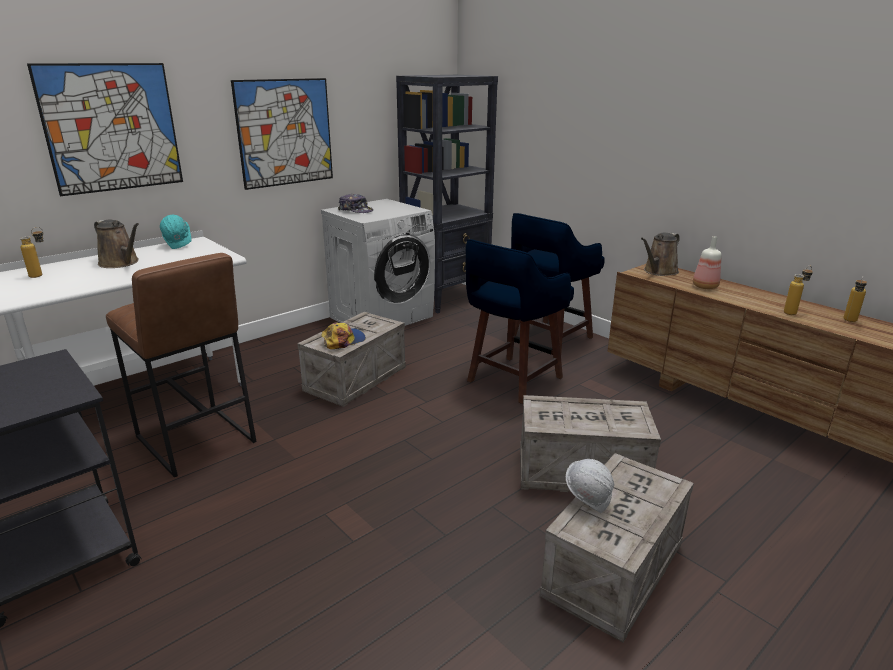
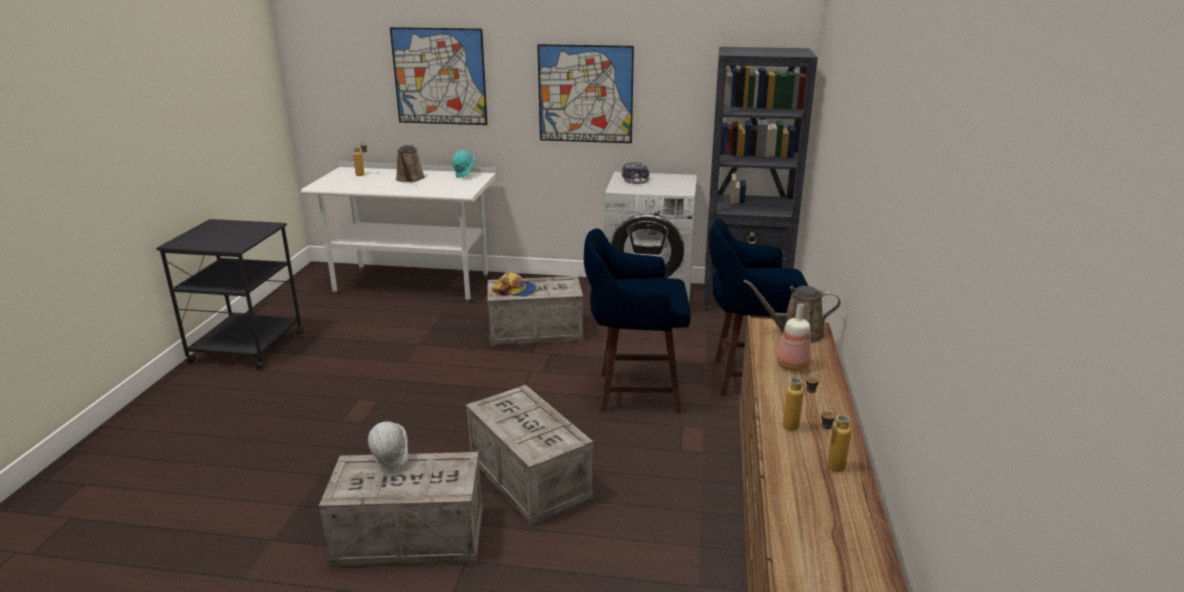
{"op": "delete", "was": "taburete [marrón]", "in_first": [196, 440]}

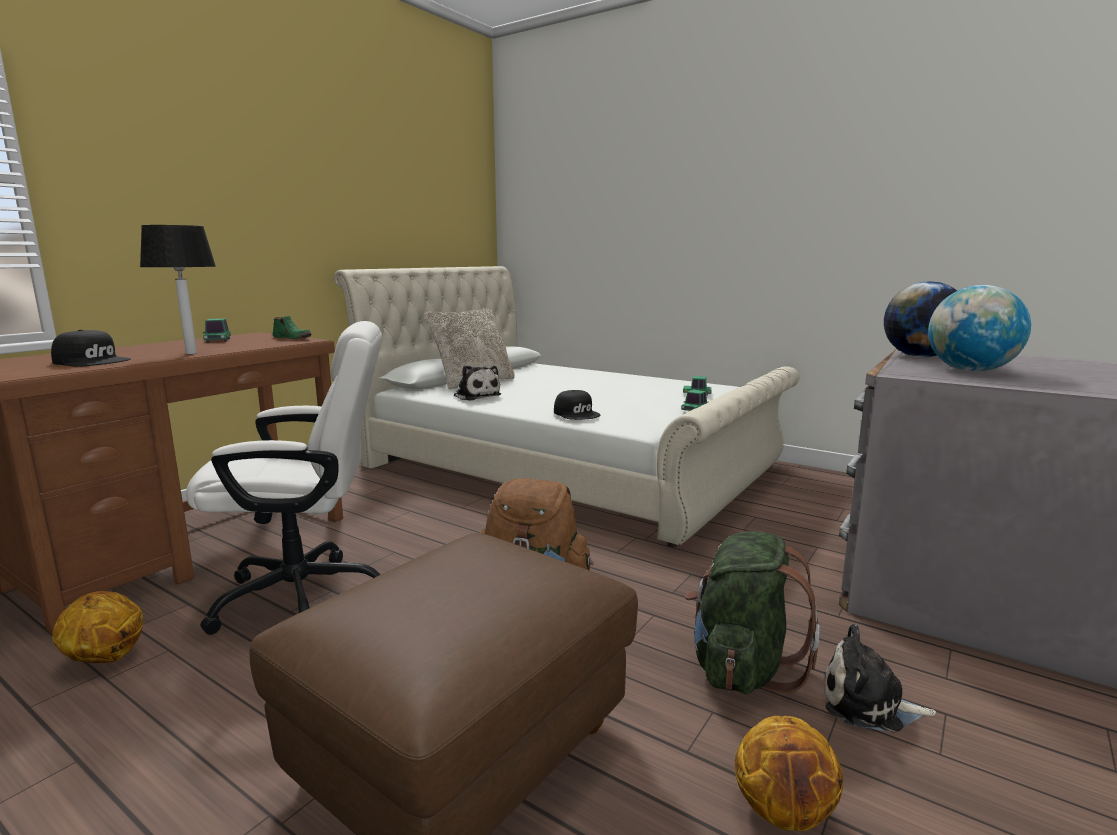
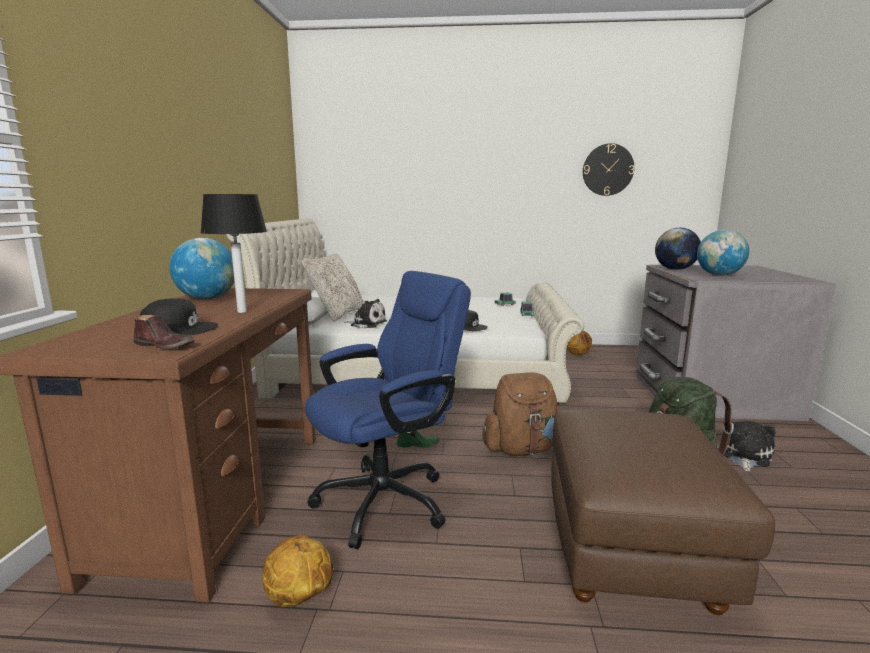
{"op": "insert", "now": "zapato [marrón]", "in_second": [165, 346]}
{"op": "replace", "was": "coche de juguete", "now": "globo terráqueo", "in_first": [218, 340], "in_second": [207, 298]}
{"op": "recolor", "was": "silla de oficina [blanco]", "now": "silla de oficina [azul]", "in_first": [309, 598], "in_second": [388, 500]}
{"op": "move", "was": "zapato [verde]", "in_first": [293, 338], "in_second": [418, 445]}
{"op": "move", "was": "balón de baloncesto", "in_first": [784, 812], "in_second": [578, 354]}
{"op": "insert", "now": "reloj de pared", "in_second": [608, 170]}
{"op": "rotate", "was": "peluche", "in_first": [868, 704], "in_second": [744, 456], "clockwise": 135}

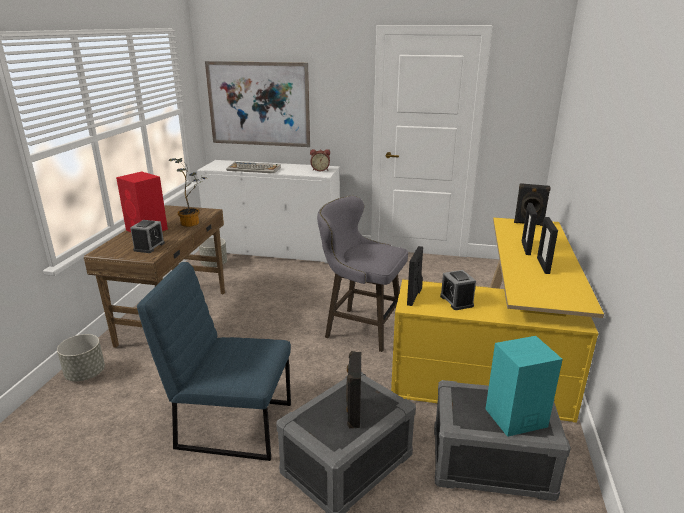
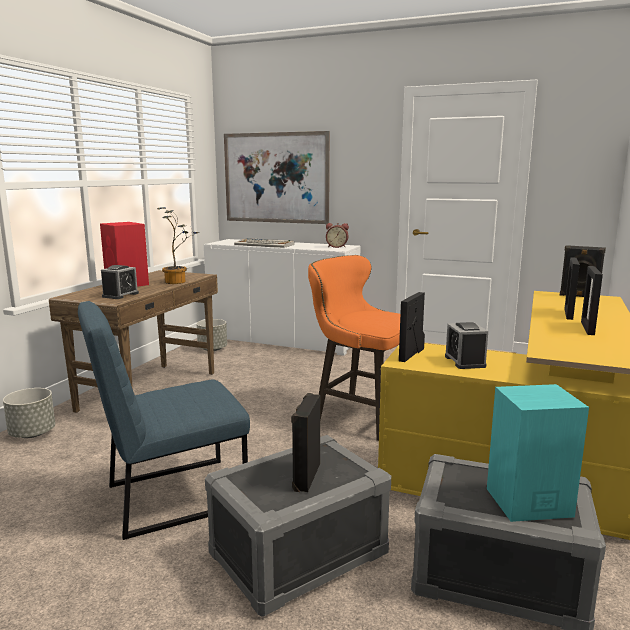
{"op": "rotate", "was": "silla [azul]", "in_first": [232, 424], "in_second": [172, 496], "clockwise": -45}
{"op": "recolor", "was": "taburete [gris]", "now": "taburete [naranja]", "in_first": [360, 328], "in_second": [360, 416]}

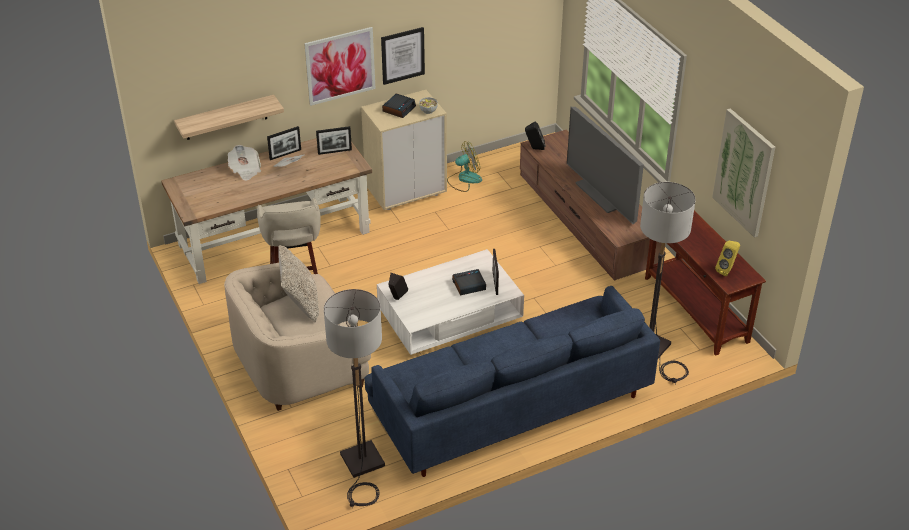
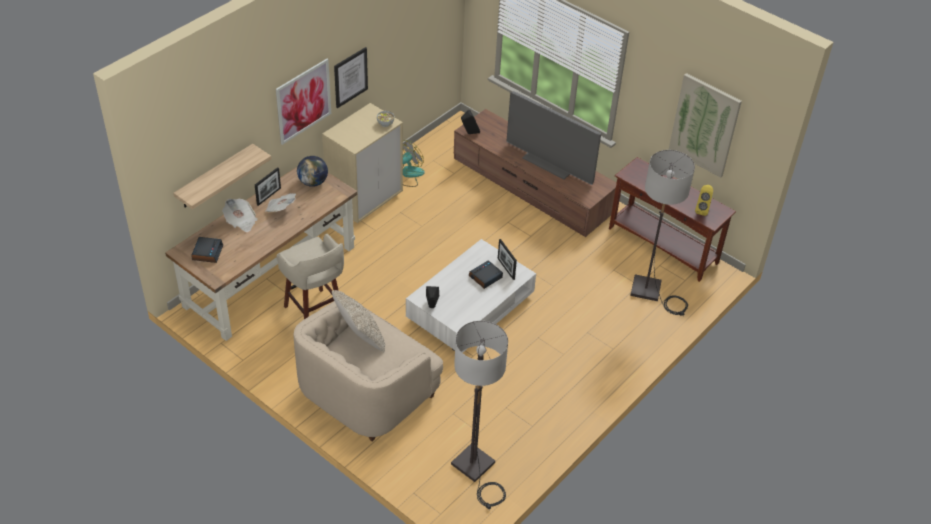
{"op": "move", "was": "despertador", "in_first": [399, 109], "in_second": [207, 252]}
{"op": "replace", "was": "portarretratos", "now": "globo terráqueo", "in_first": [334, 151], "in_second": [313, 182]}
{"op": "delete", "was": "sofá [azul]", "in_first": [511, 406]}

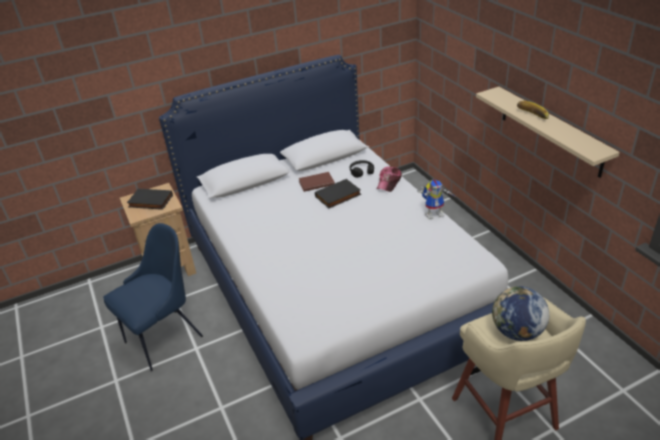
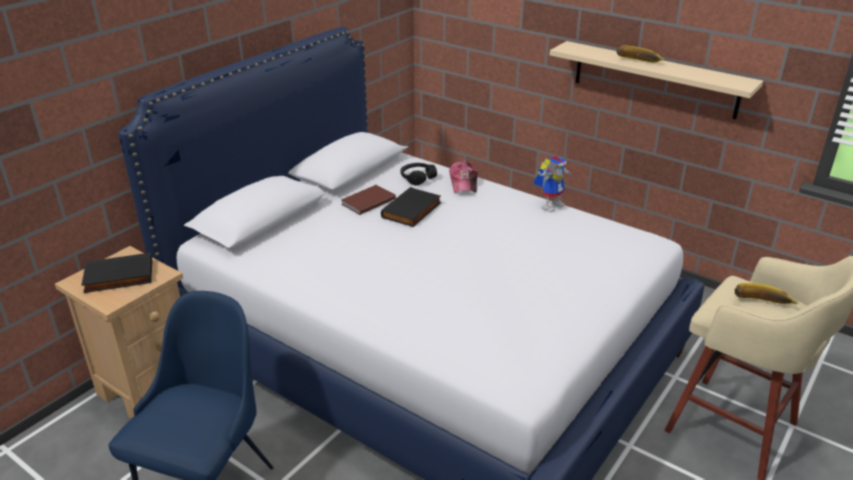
{"op": "replace", "was": "globo terráqueo", "now": "plátano", "in_first": [516, 332], "in_second": [762, 304]}

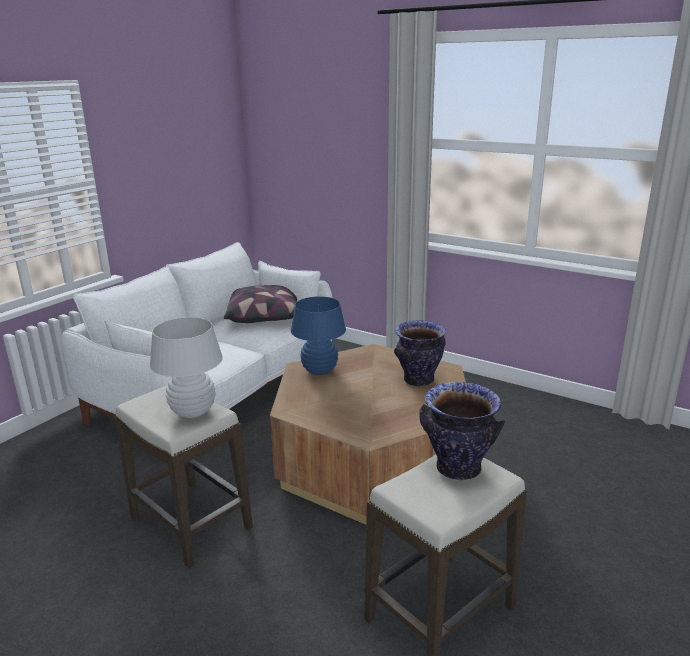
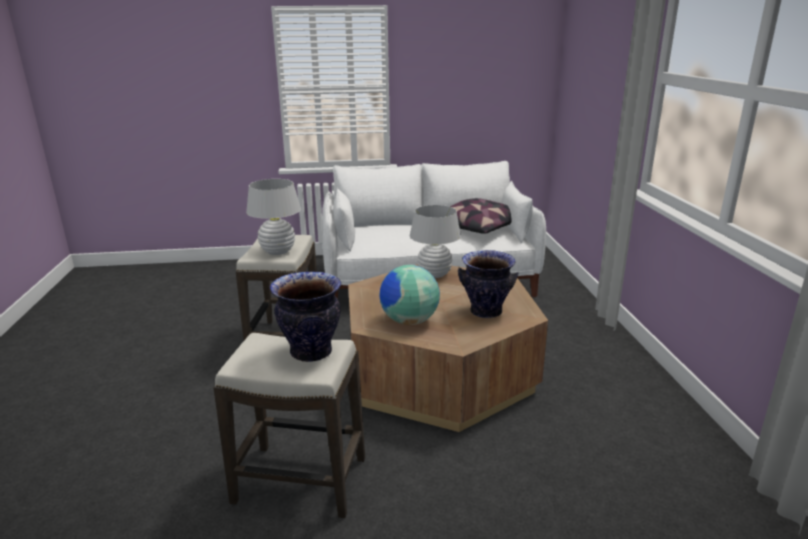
{"op": "insert", "now": "globo terráqueo", "in_second": [409, 321]}
{"op": "recolor", "was": "lámpara de mesa [azul]", "now": "lámpara de mesa [blanco]", "in_first": [319, 370], "in_second": [434, 274]}

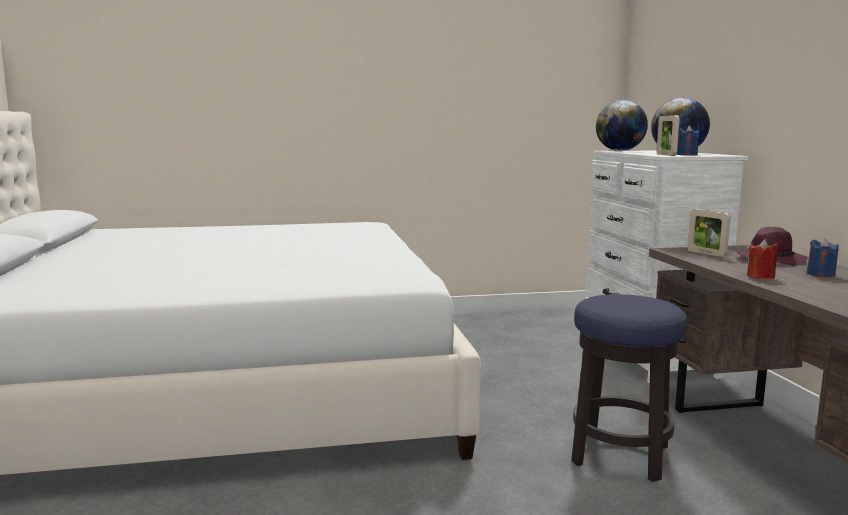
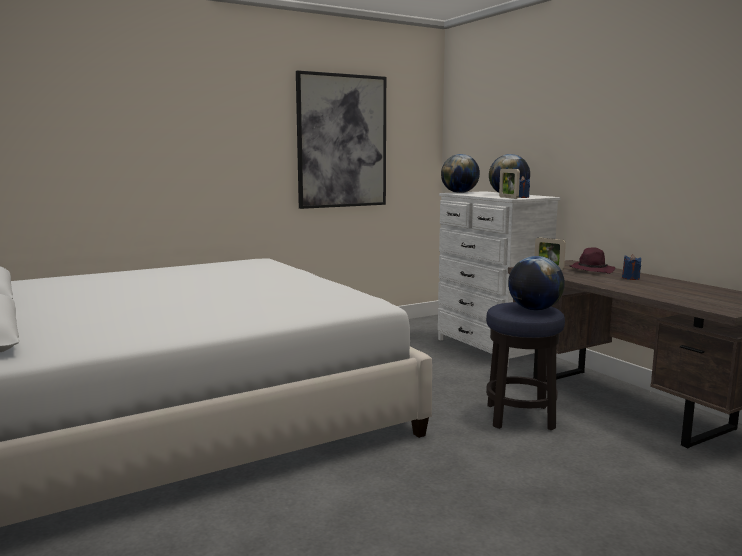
{"op": "insert", "now": "cuadro", "in_second": [342, 141]}
{"op": "insert", "now": "globo terráqueo", "in_second": [534, 309]}
{"op": "delete", "was": "vela [rojo]", "in_first": [760, 276]}

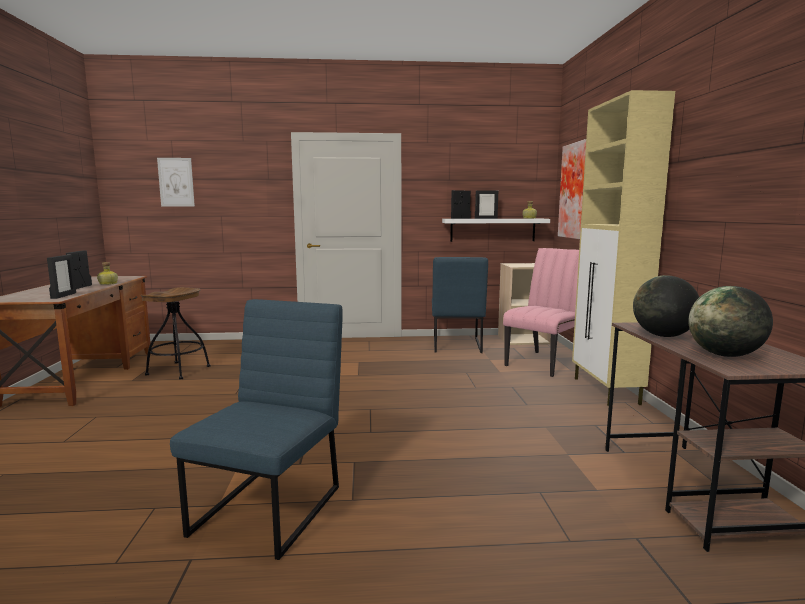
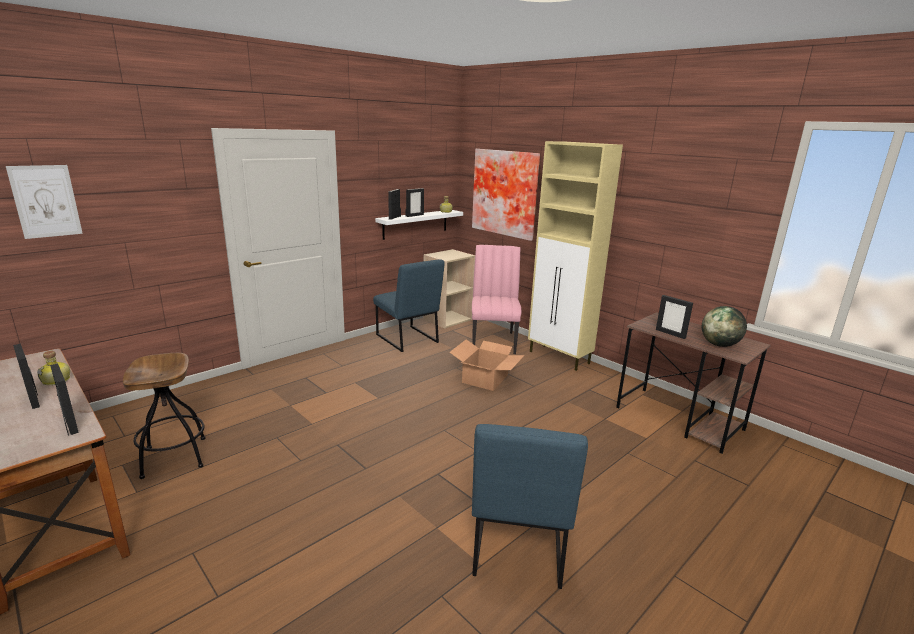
{"op": "insert", "now": "caja de cartón", "in_second": [485, 379]}
{"op": "rotate", "was": "silla [azul]", "in_first": [271, 507], "in_second": [517, 545], "clockwise": -150}
{"op": "replace", "was": "globo terráqueo", "now": "portarretratos", "in_first": [663, 336], "in_second": [670, 333]}

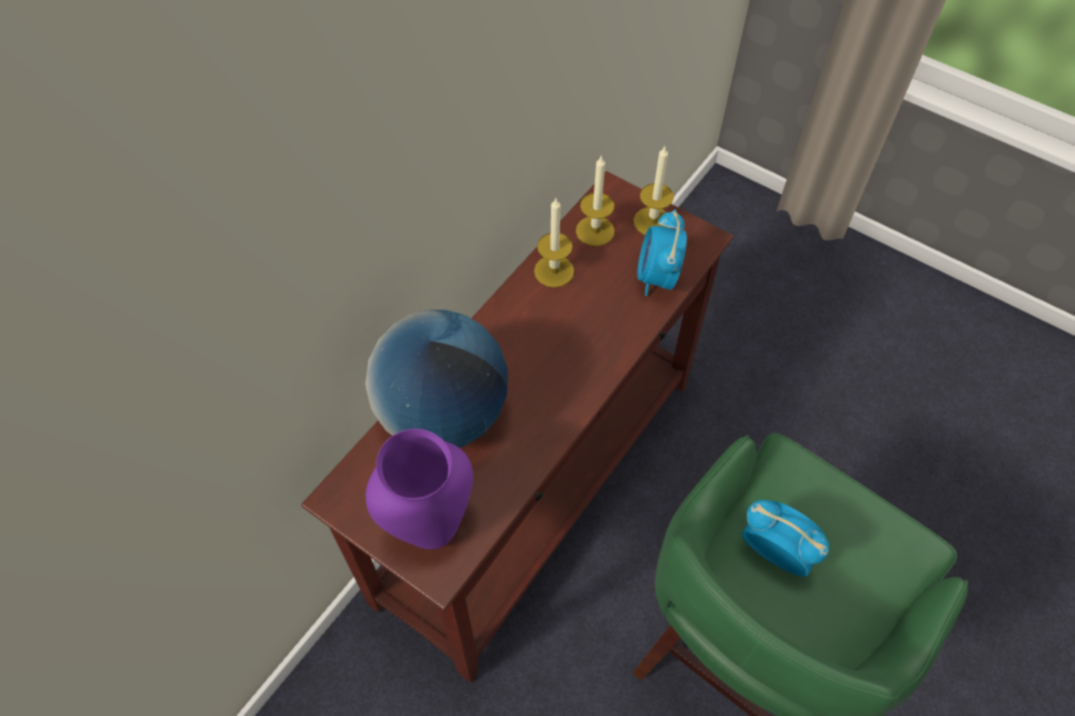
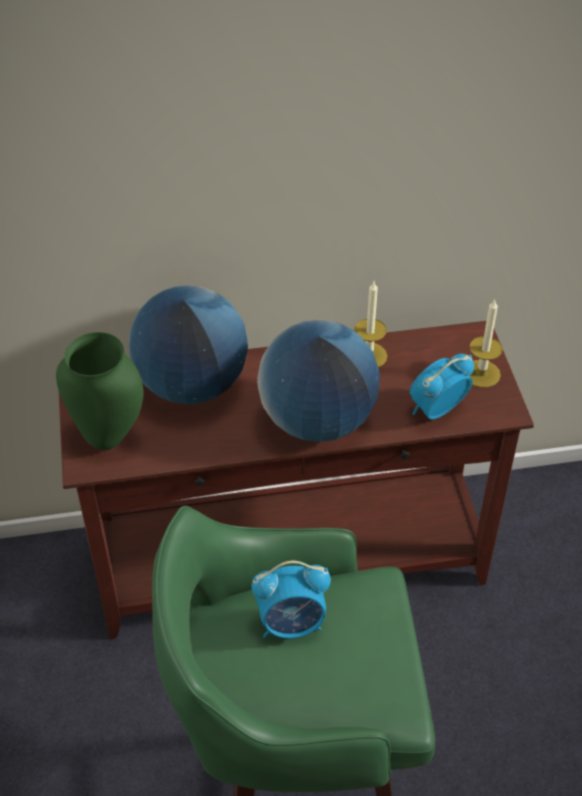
{"op": "recolor", "was": "florero [morado]", "now": "florero [verde]", "in_first": [429, 524], "in_second": [110, 436]}
{"op": "rotate", "was": "despertador", "in_first": [774, 552], "in_second": [292, 623], "clockwise": 90}
{"op": "insert", "now": "globo terráqueo", "in_second": [317, 421]}
{"op": "delete", "was": "vela", "in_first": [595, 231]}

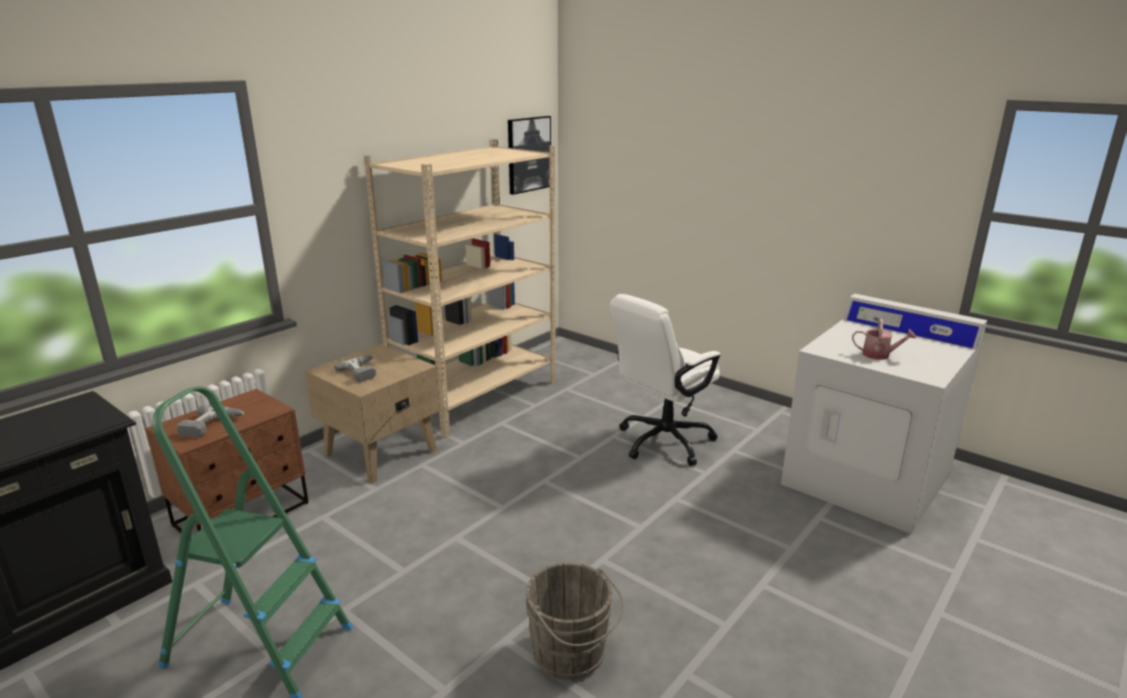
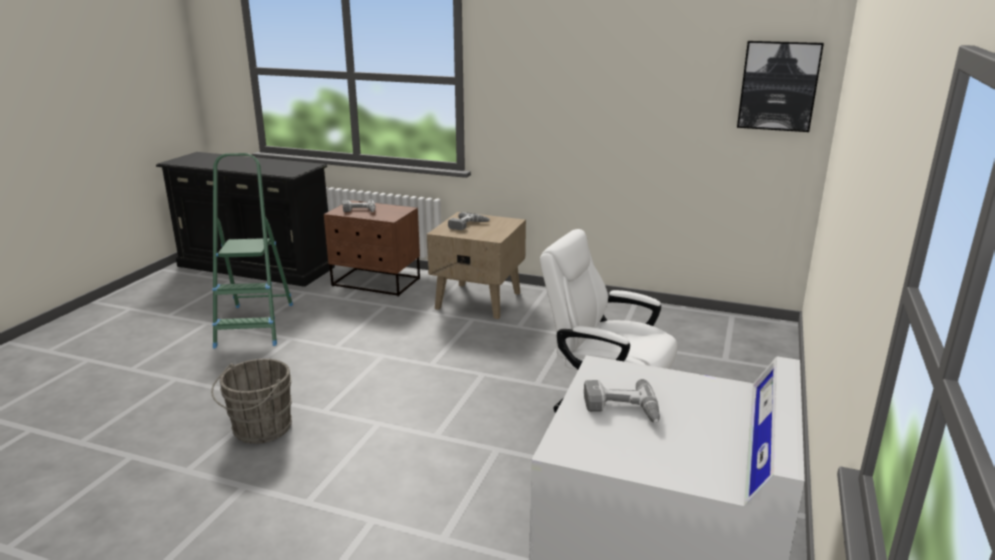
{"op": "replace", "was": "regadera", "now": "taladro", "in_first": [880, 355], "in_second": [621, 410]}
{"op": "delete", "was": "estantería [beis]", "in_first": [476, 396]}

